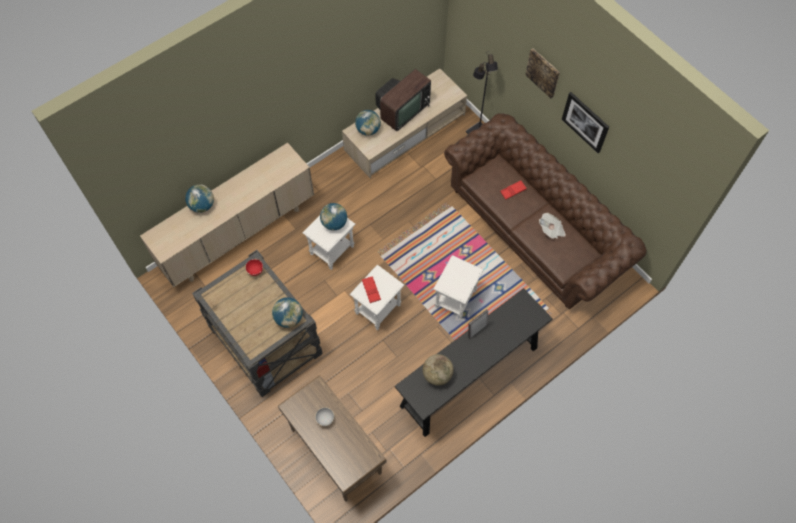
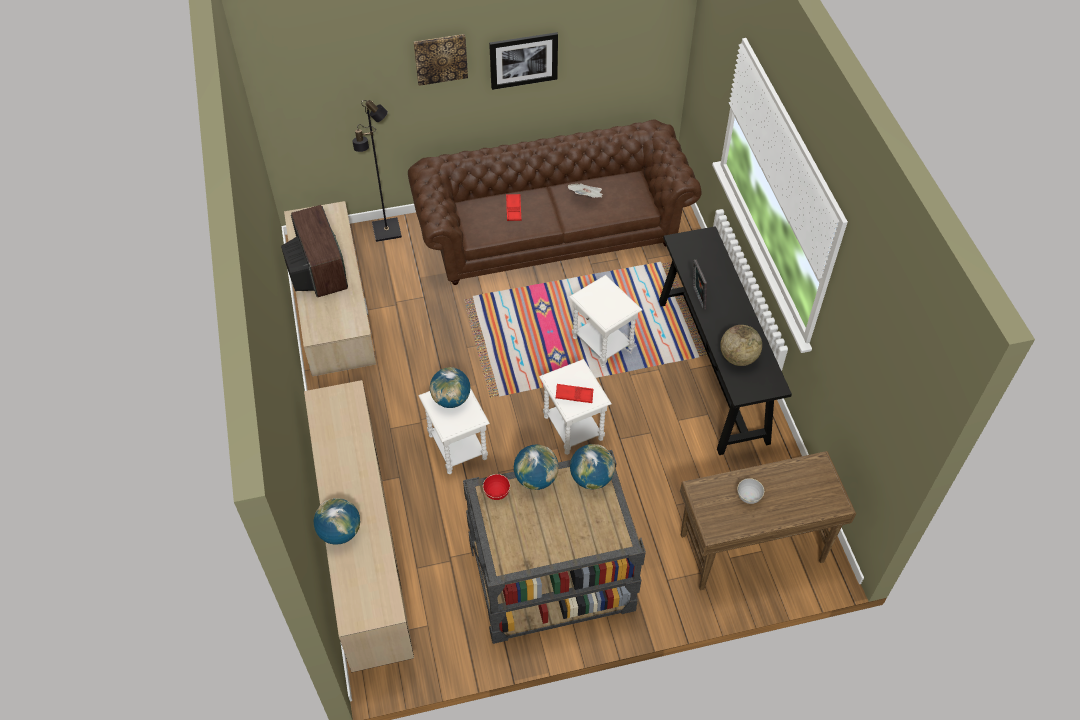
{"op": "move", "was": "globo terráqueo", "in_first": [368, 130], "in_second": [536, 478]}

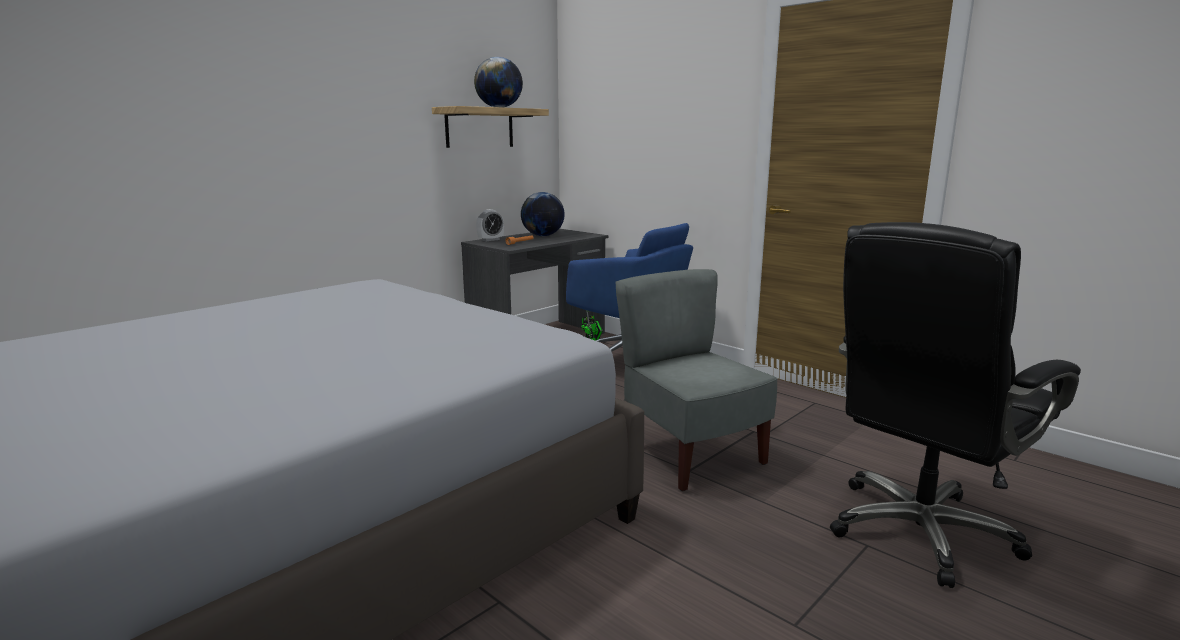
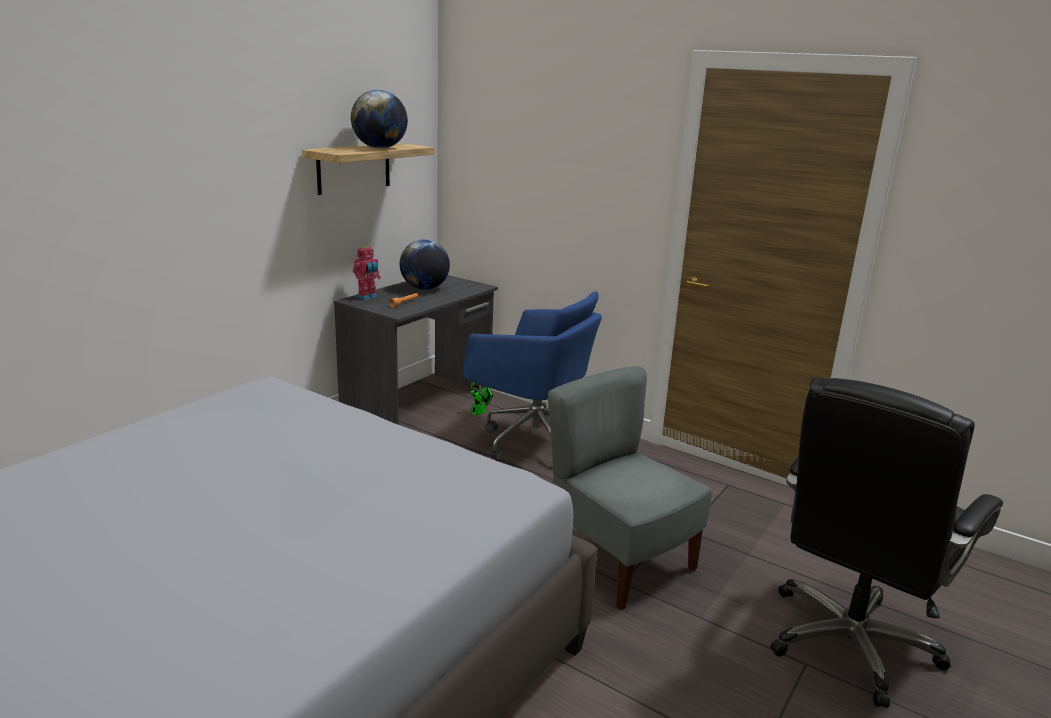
{"op": "replace", "was": "despertador", "now": "robot de juguete", "in_first": [490, 240], "in_second": [367, 297]}

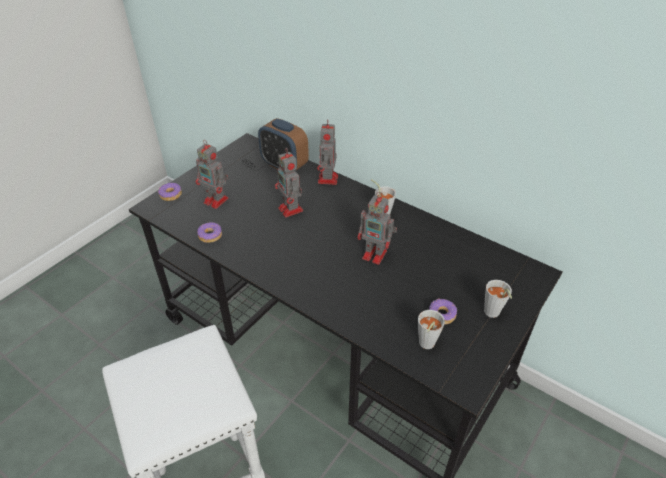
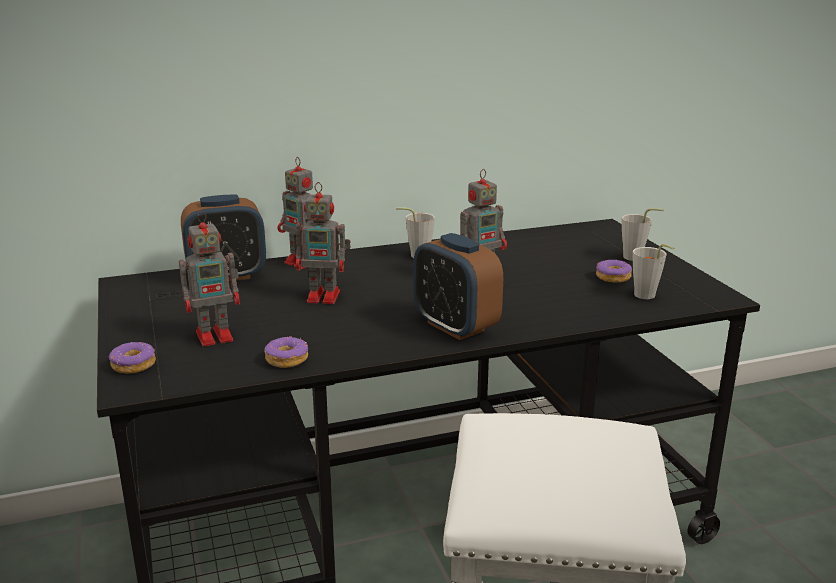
{"op": "insert", "now": "despertador", "in_second": [455, 327]}

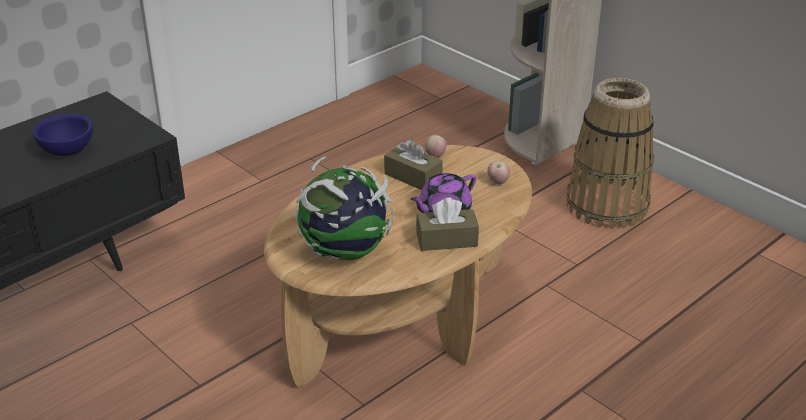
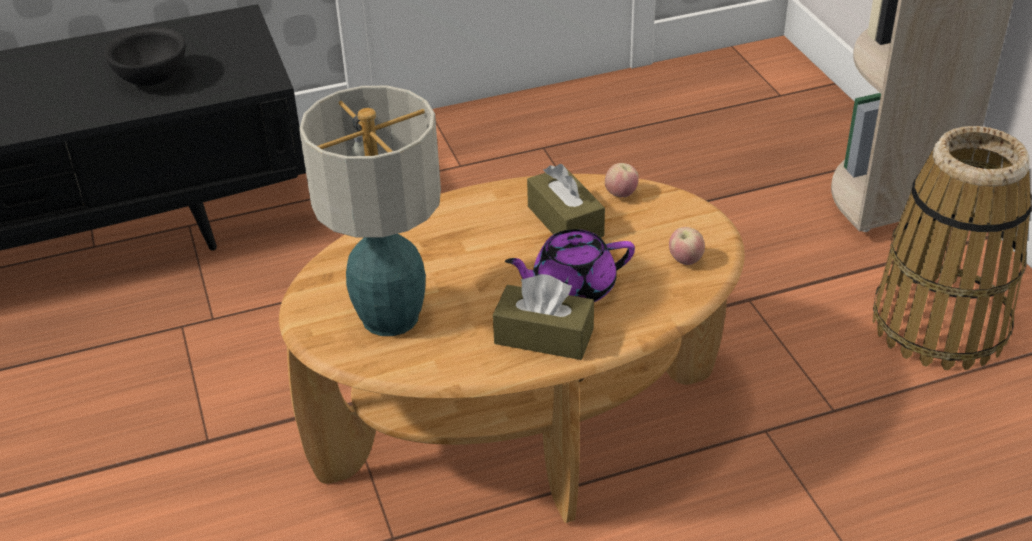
{"op": "recolor", "was": "cuenco [azul]", "now": "cuenco [negro]", "in_first": [67, 151], "in_second": [151, 80]}
{"op": "replace", "was": "globo terráqueo", "now": "lámpara de mesa", "in_first": [345, 252], "in_second": [388, 317]}

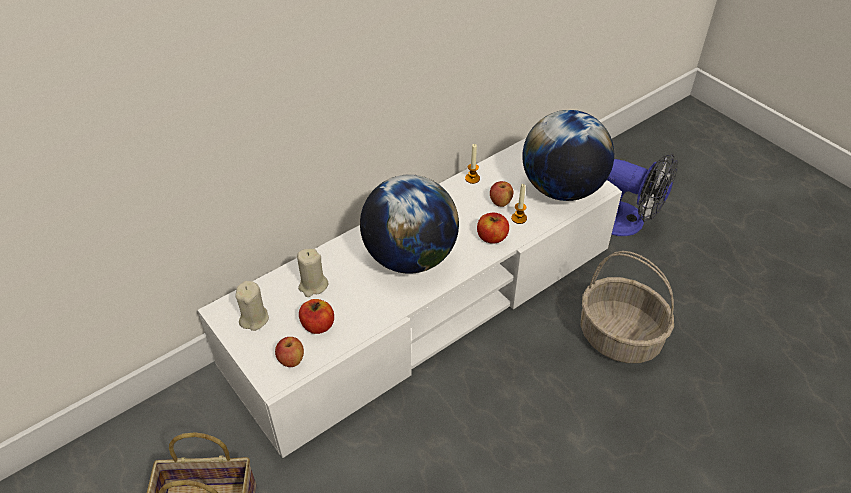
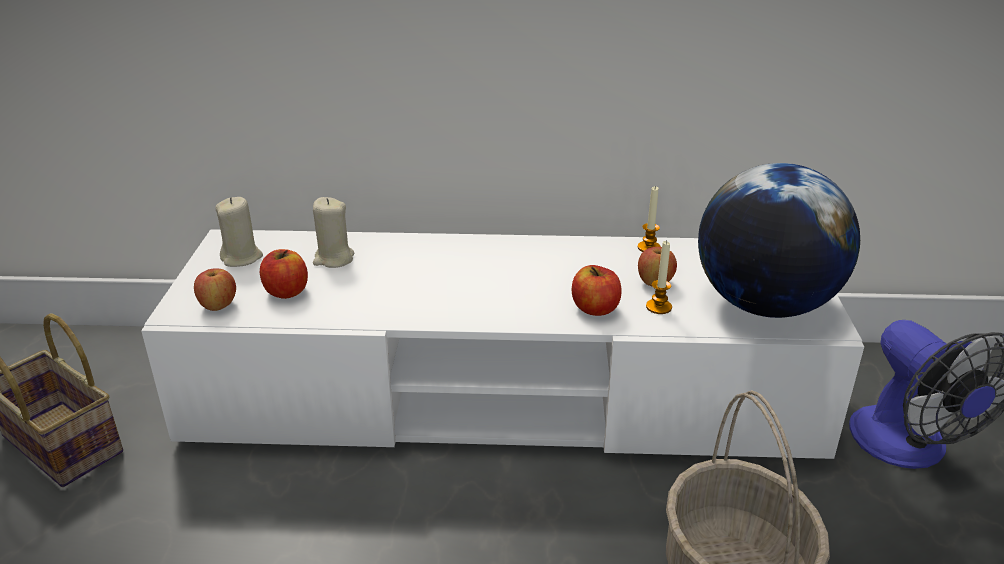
{"op": "delete", "was": "globo terráqueo", "in_first": [409, 257]}

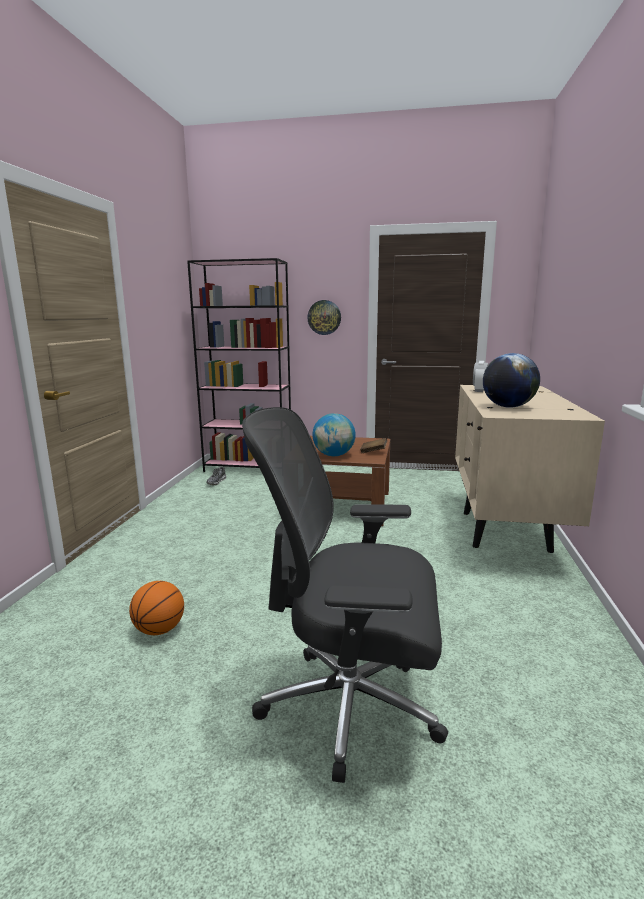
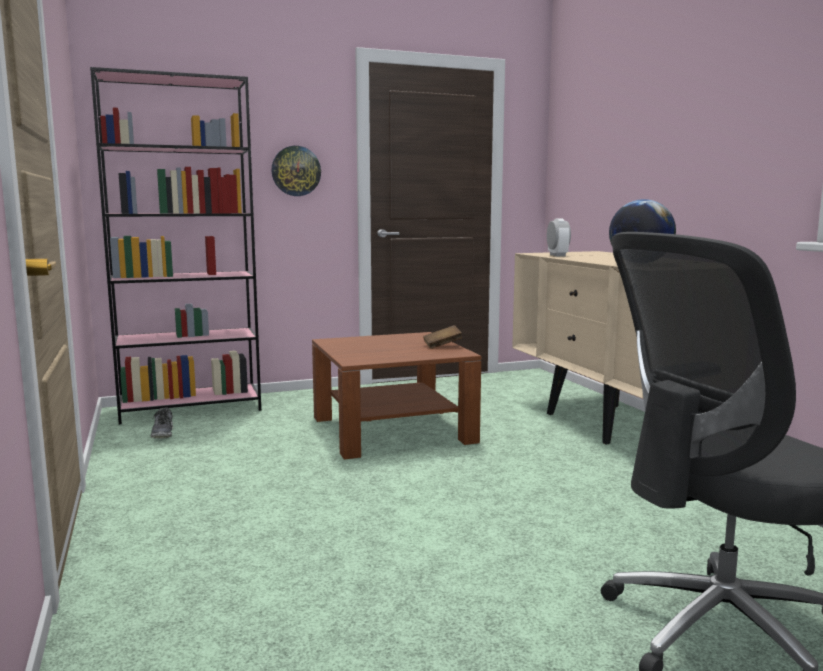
{"op": "delete", "was": "balón de baloncesto", "in_first": [159, 630]}
{"op": "delete", "was": "globo terráqueo", "in_first": [334, 455]}

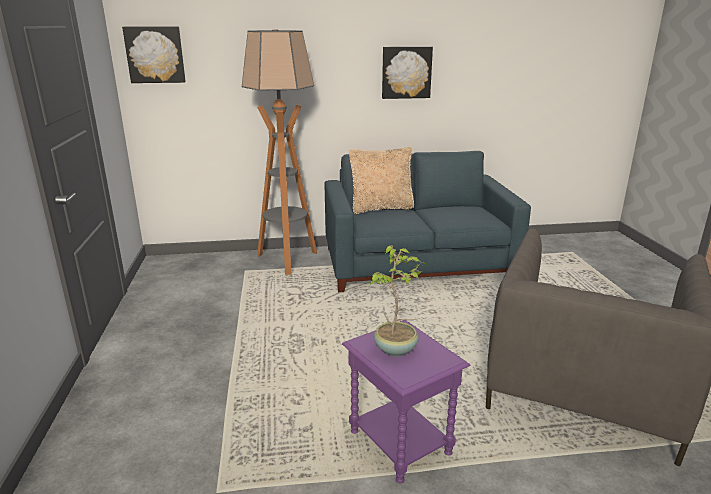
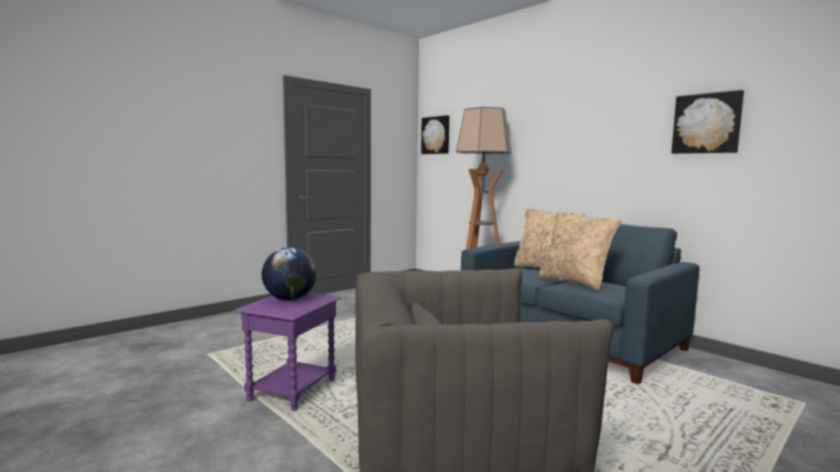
{"op": "replace", "was": "planta en maceta", "now": "globo terráqueo", "in_first": [396, 349], "in_second": [289, 299]}
{"op": "insert", "now": "cojín [beis]", "in_second": [574, 284]}
{"op": "move", "was": "cuadro", "in_first": [406, 72], "in_second": [706, 123]}

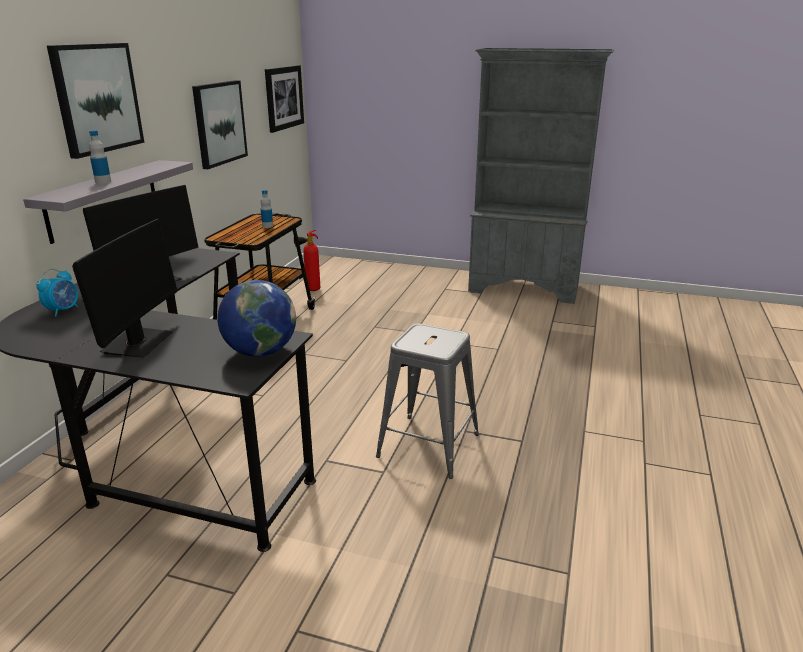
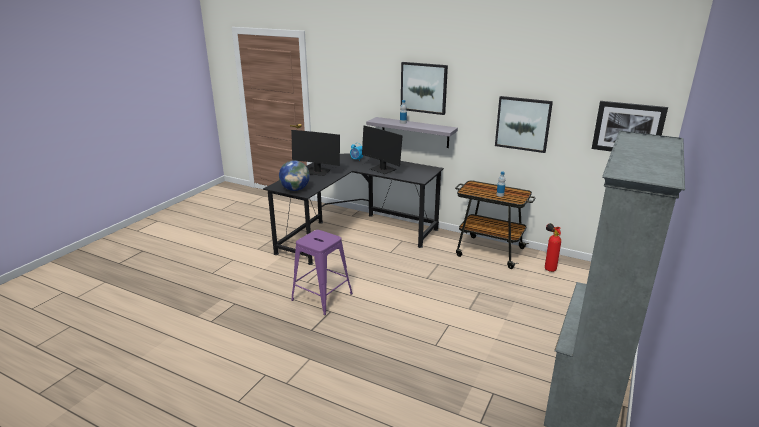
{"op": "recolor", "was": "taburete [gris]", "now": "taburete [morado]", "in_first": [428, 445], "in_second": [322, 297]}

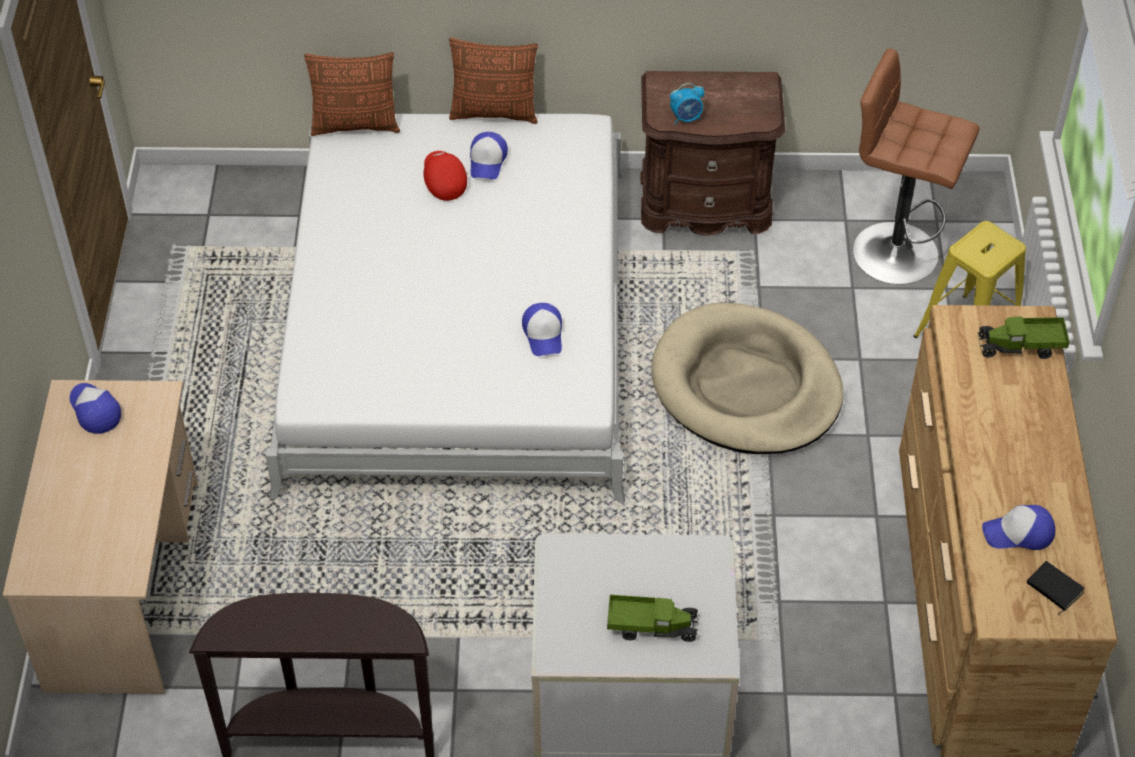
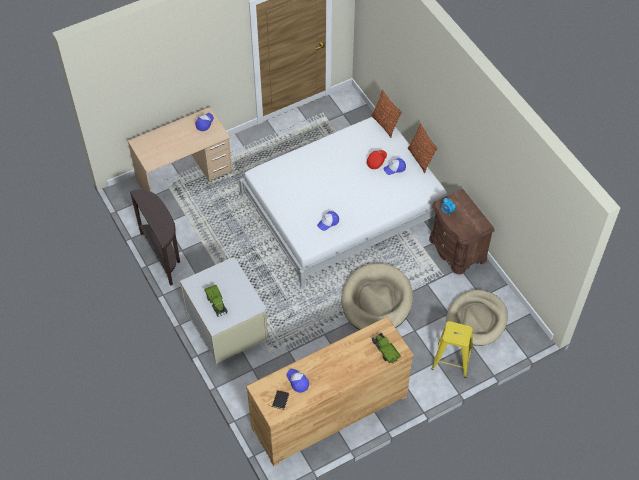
{"op": "replace", "was": "taburete [marrón]", "now": "cama para perro [beis]", "in_first": [894, 252], "in_second": [477, 319]}

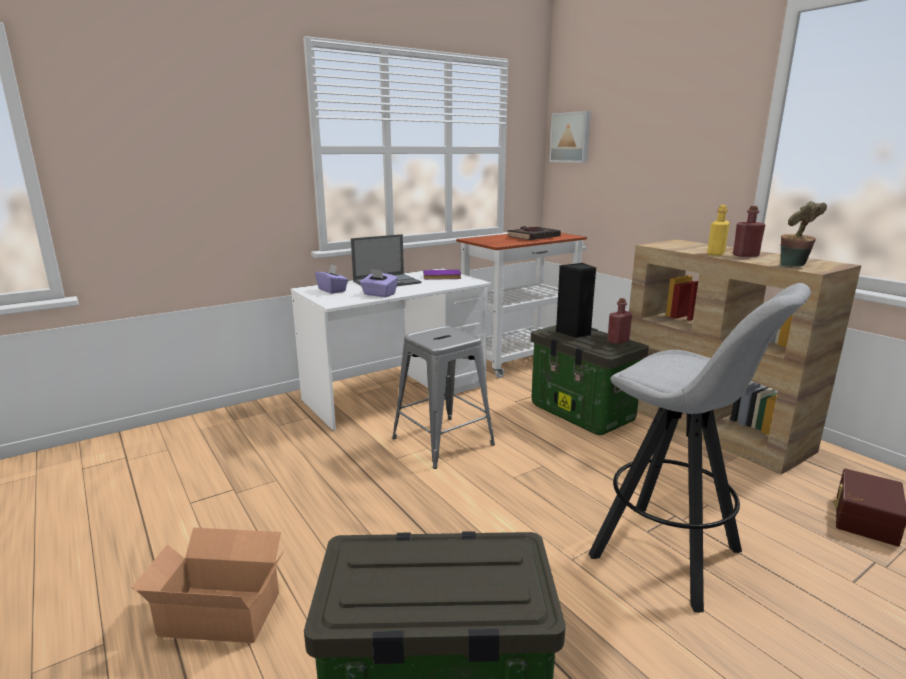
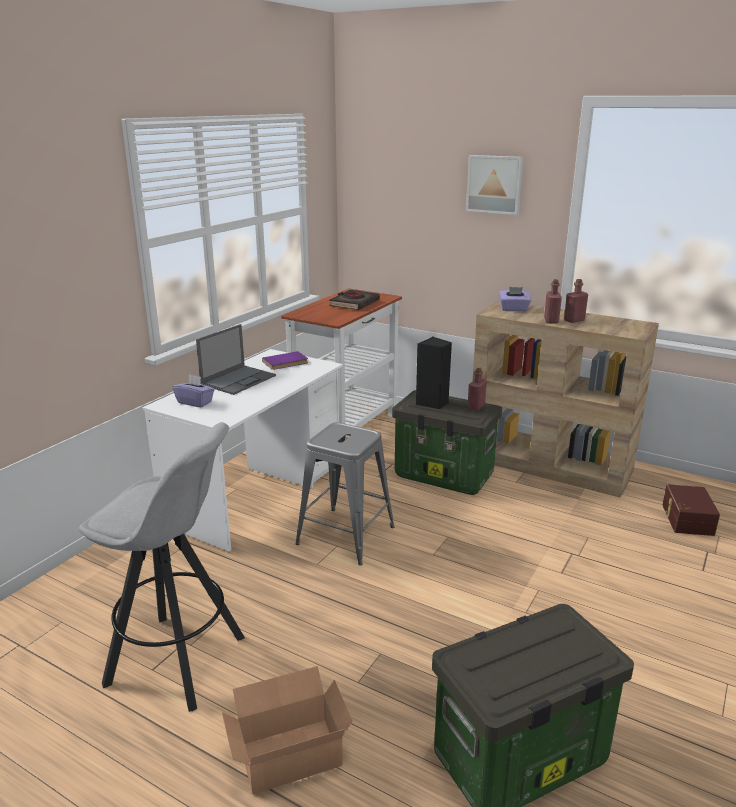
{"op": "move", "was": "taburete [gris]", "in_first": [670, 556], "in_second": [180, 661]}
{"op": "move", "was": "cuadro", "in_first": [571, 137], "in_second": [495, 184]}
{"op": "move", "was": "caja de pañuelos [morado]", "in_first": [379, 294], "in_second": [513, 309]}
{"op": "recolor", "was": "botella [amarillo]", "now": "botella [rojo]", "in_first": [715, 254], "in_second": [551, 321]}
{"op": "delete", "was": "planta en maceta", "in_first": [794, 266]}

